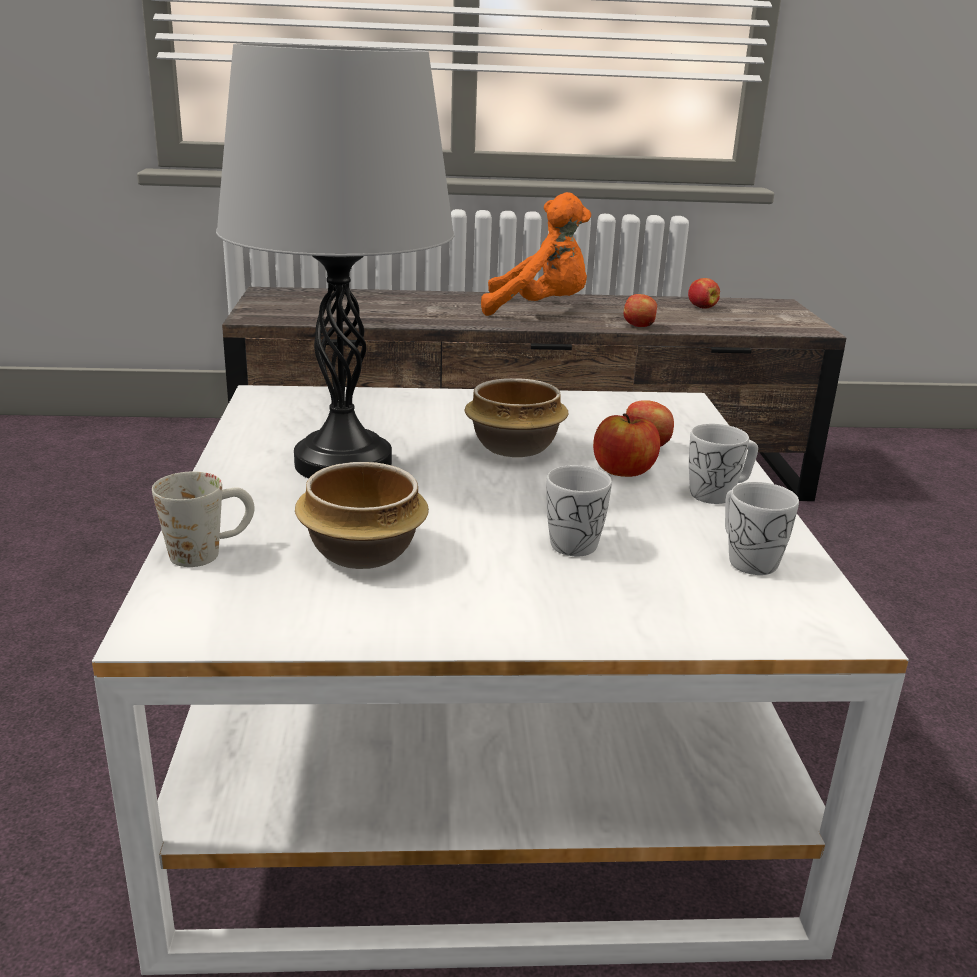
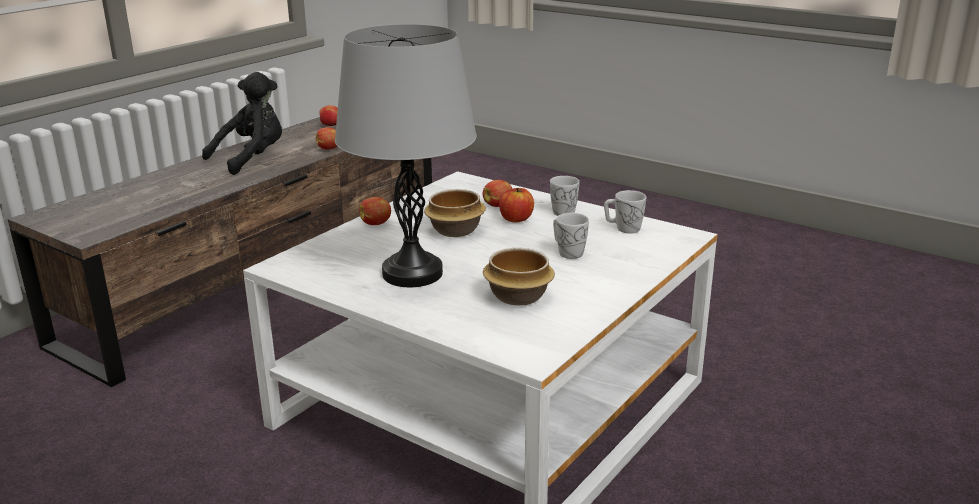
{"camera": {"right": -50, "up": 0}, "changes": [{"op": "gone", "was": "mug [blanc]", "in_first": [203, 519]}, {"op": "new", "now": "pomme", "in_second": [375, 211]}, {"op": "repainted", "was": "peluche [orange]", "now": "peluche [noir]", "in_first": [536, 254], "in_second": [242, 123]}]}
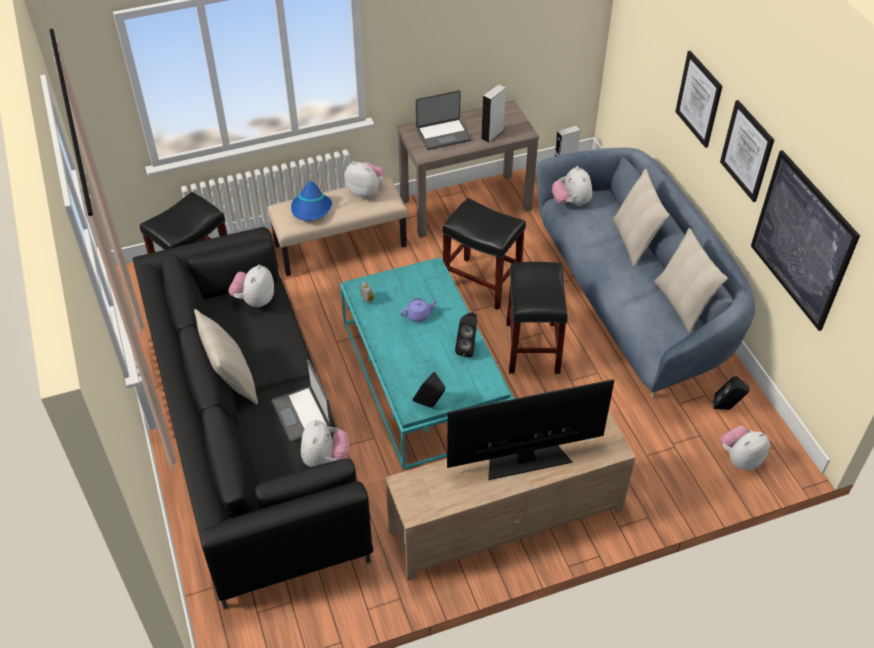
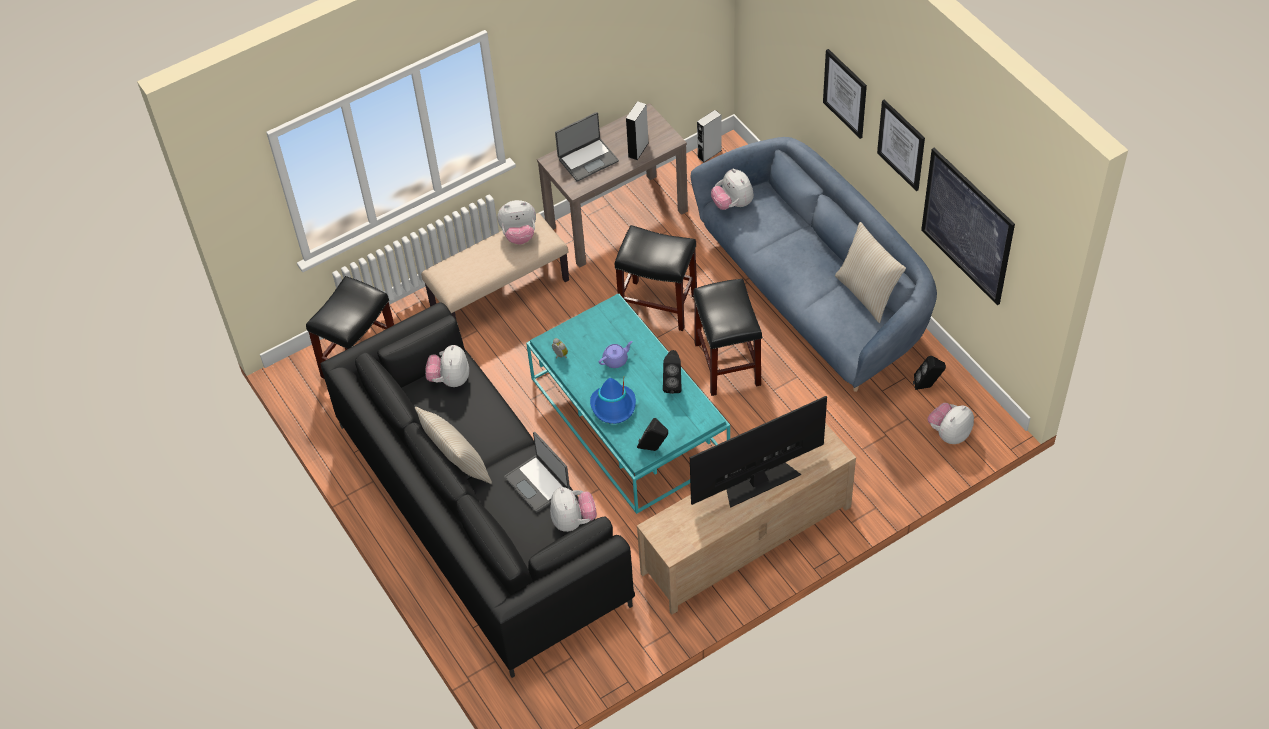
{"camera": {"right": -10, "up": 5}, "changes": [{"op": "gone", "was": "coussin [beige]", "in_first": [641, 217]}, {"op": "shifted", "was": "chapeau [bleu]", "in_first": [311, 201], "in_second": [613, 401]}, {"op": "rotated", "was": "peluche", "in_first": [365, 179], "in_second": [517, 222], "clockwise": 150}]}
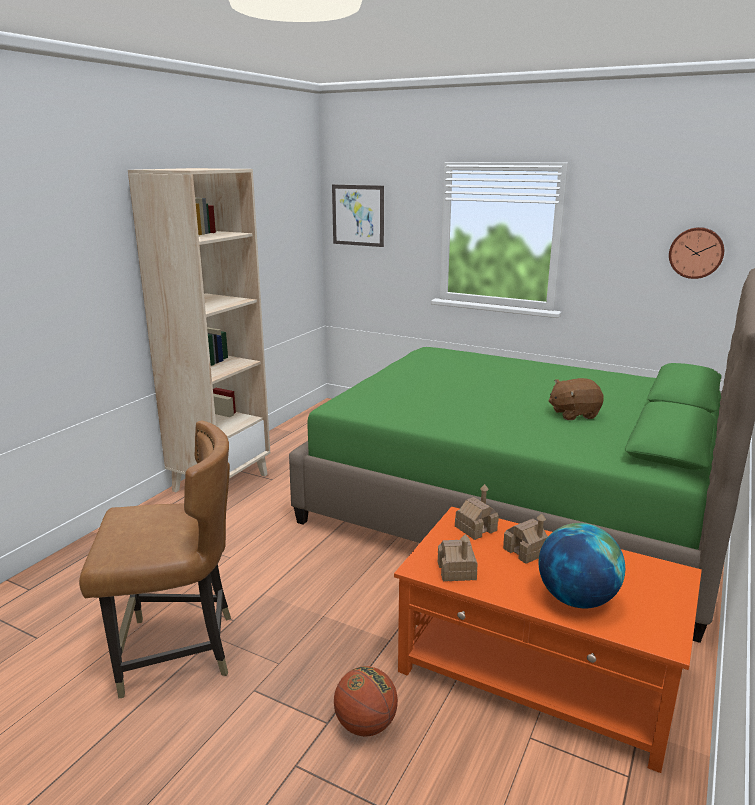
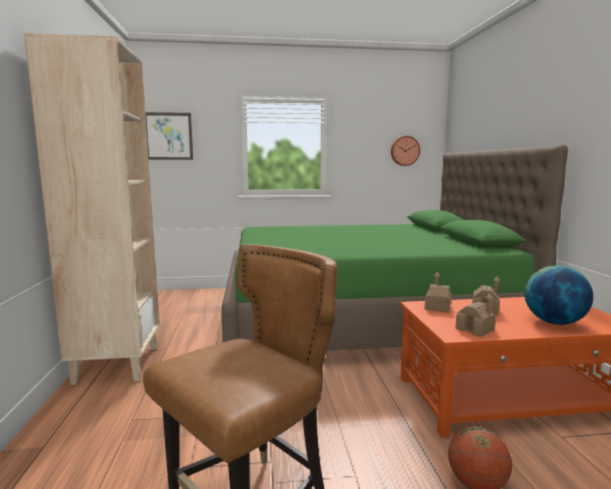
{"camera": {"right": -35, "up": -10}, "changes": [{"op": "gone", "was": "peluche [marron]", "in_first": [576, 399]}]}
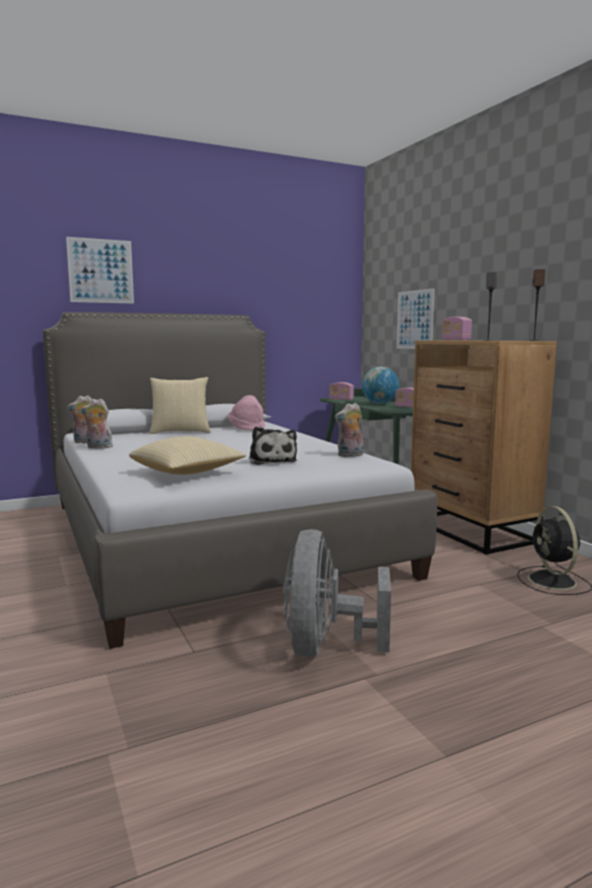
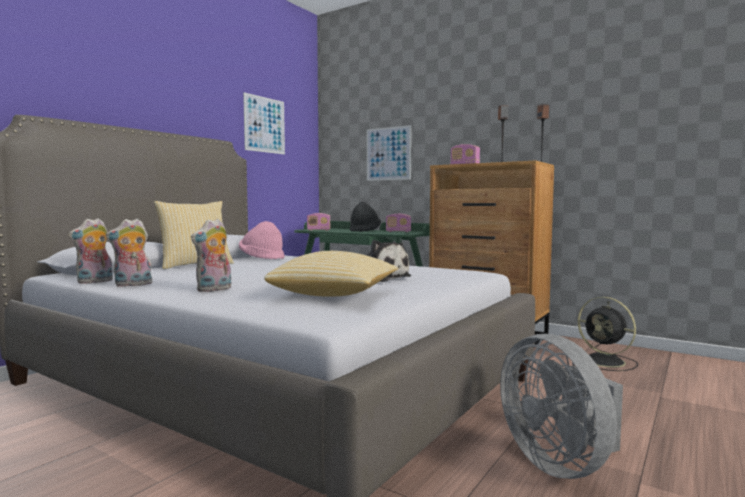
{"camera": {"right": -30, "up": -5}, "changes": [{"op": "shifted", "was": "tableau", "in_first": [100, 270], "in_second": [264, 123]}, {"op": "shifted", "was": "peluche", "in_first": [349, 430], "in_second": [211, 255]}, {"op": "swapped", "was": "globe", "now": "chapeau [noir]", "in_first": [380, 385], "in_second": [365, 217]}]}
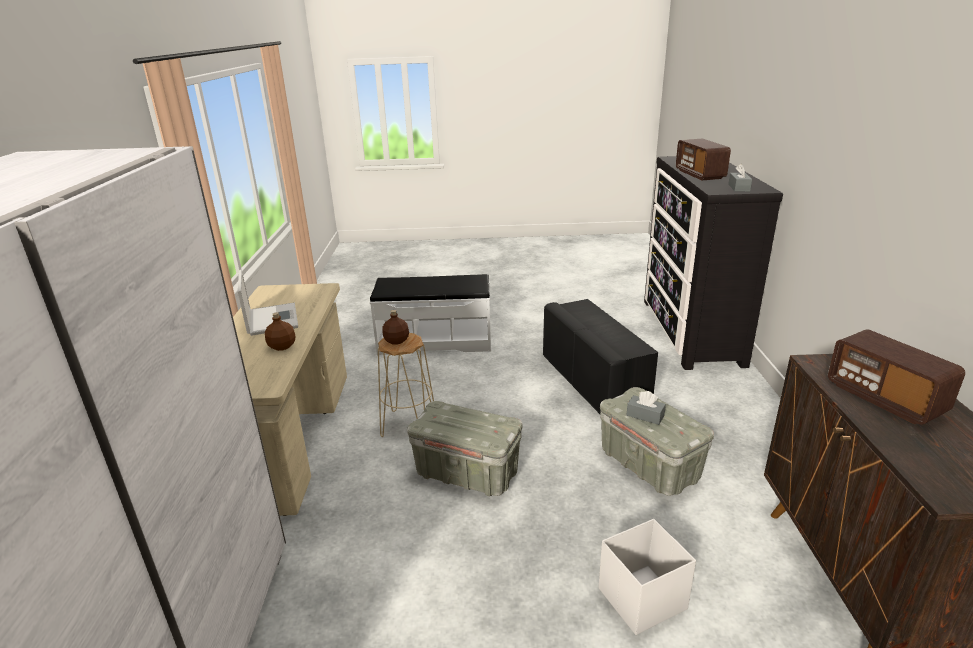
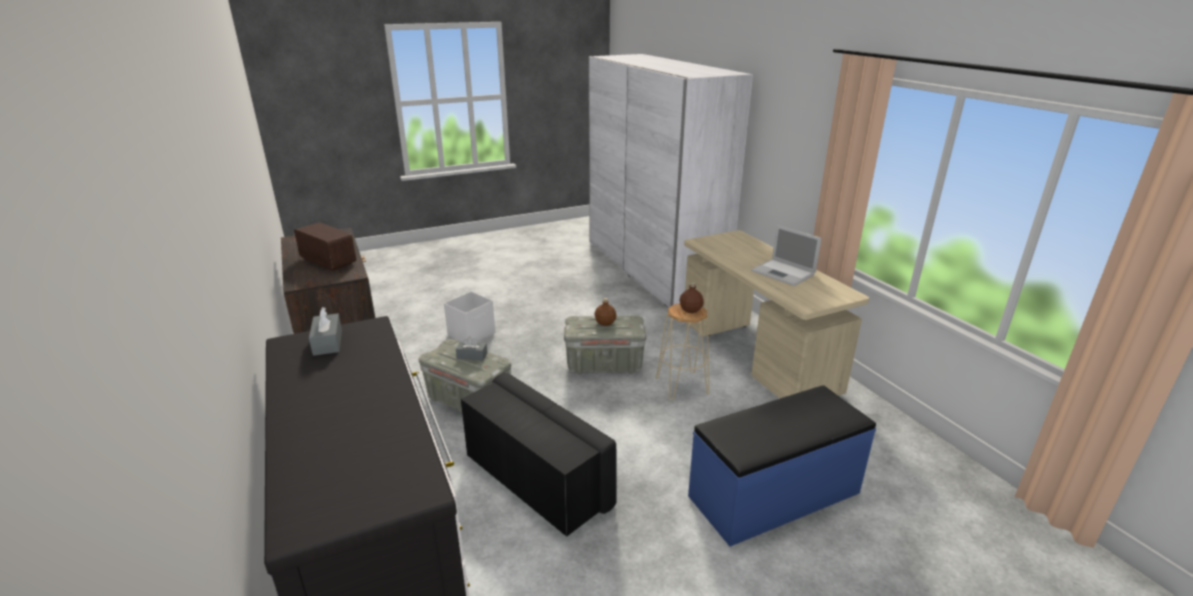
{"camera": {"right": 155, "up": 0}, "changes": [{"op": "gone", "was": "radio", "in_first": [703, 159]}, {"op": "shifted", "was": "bouteille [marron]", "in_first": [280, 331], "in_second": [606, 312]}, {"op": "repainted", "was": "banc [blanc]", "now": "banc [bleu]", "in_first": [430, 314], "in_second": [782, 465]}]}
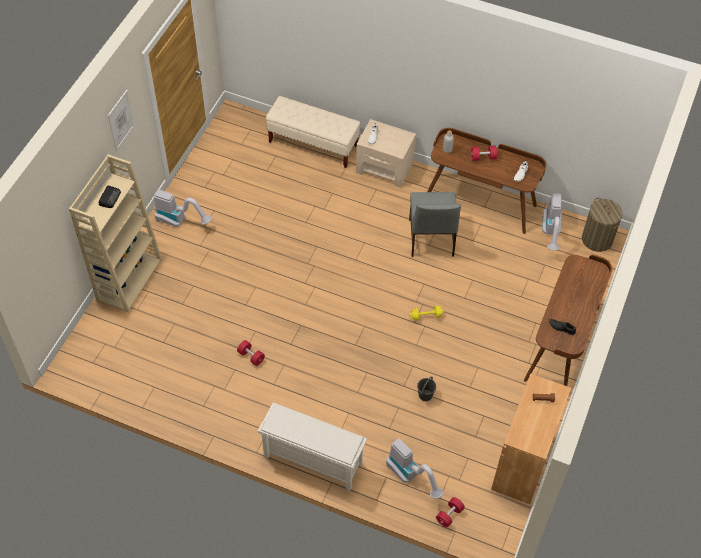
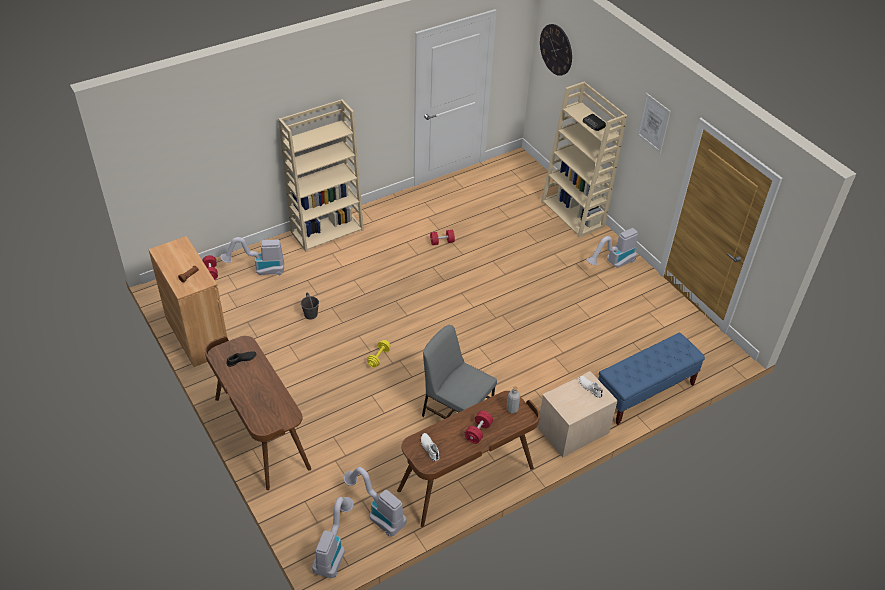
{"camera": {"right": 125, "up": -10}, "changes": [{"op": "new", "now": "horloge murale", "in_second": [556, 50]}, {"op": "swapped", "was": "étagère à chaussures [blanc]", "now": "bibliothèque [beige]", "in_first": [312, 447], "in_second": [321, 175]}, {"op": "swapped", "was": "panier à linge", "now": "aspirateur", "in_first": [602, 225], "in_second": [333, 537]}, {"op": "repainted", "was": "banc [beige]", "now": "banc [bleu]", "in_first": [313, 132], "in_second": [651, 379]}]}
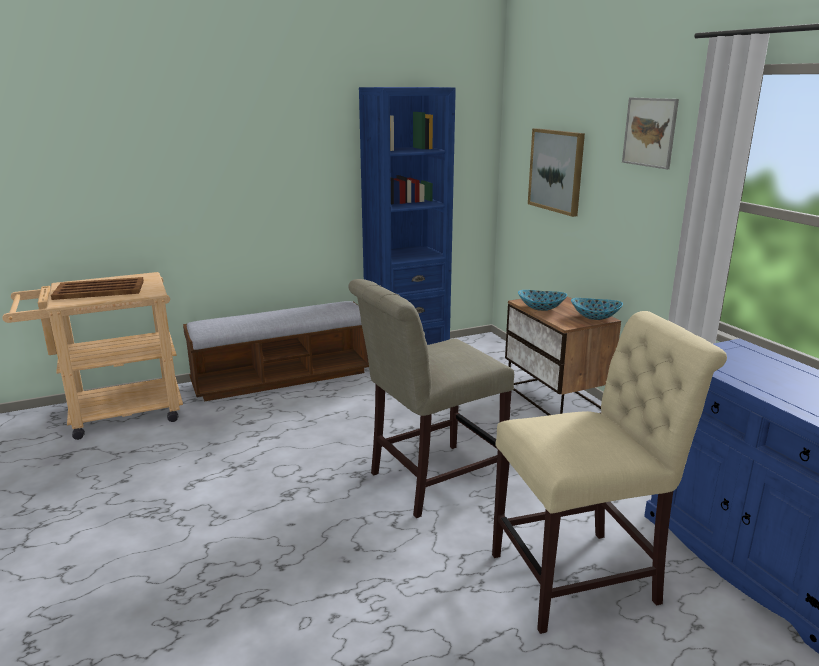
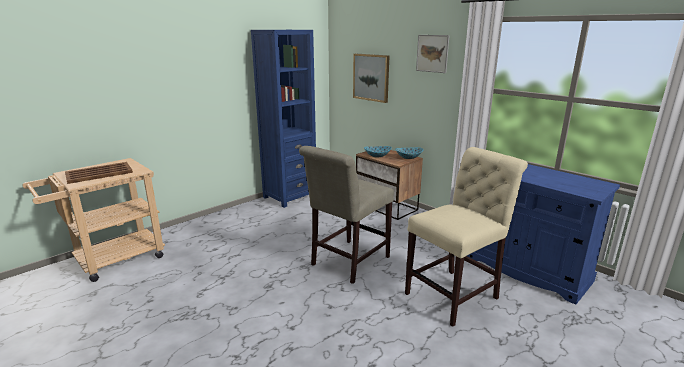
{"camera": {"right": -20, "up": 0}, "changes": [{"op": "gone", "was": "banc", "in_first": [276, 351]}]}
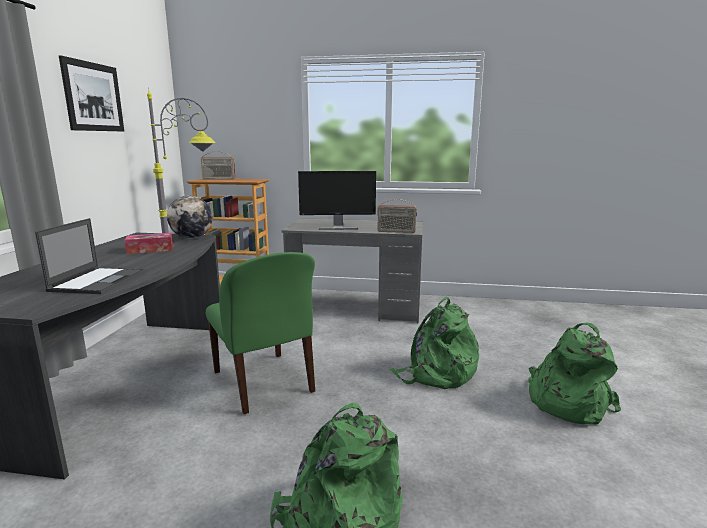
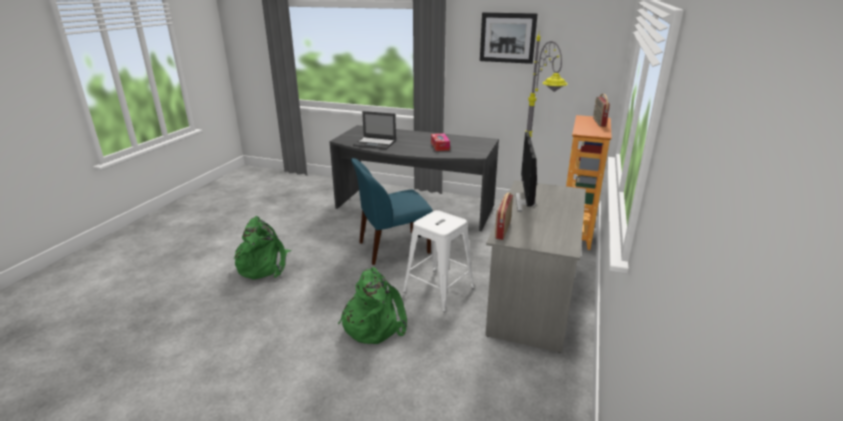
{"camera": {"right": 100, "up": 10}, "changes": [{"op": "gone", "was": "globe", "in_first": [189, 217]}, {"op": "gone", "was": "sac à dos [vert]", "in_first": [574, 373]}, {"op": "new", "now": "tabouret [blanc]", "in_second": [438, 261]}, {"op": "repainted", "was": "chaise [vert]", "now": "chaise [bleu]", "in_first": [260, 333], "in_second": [392, 211]}]}
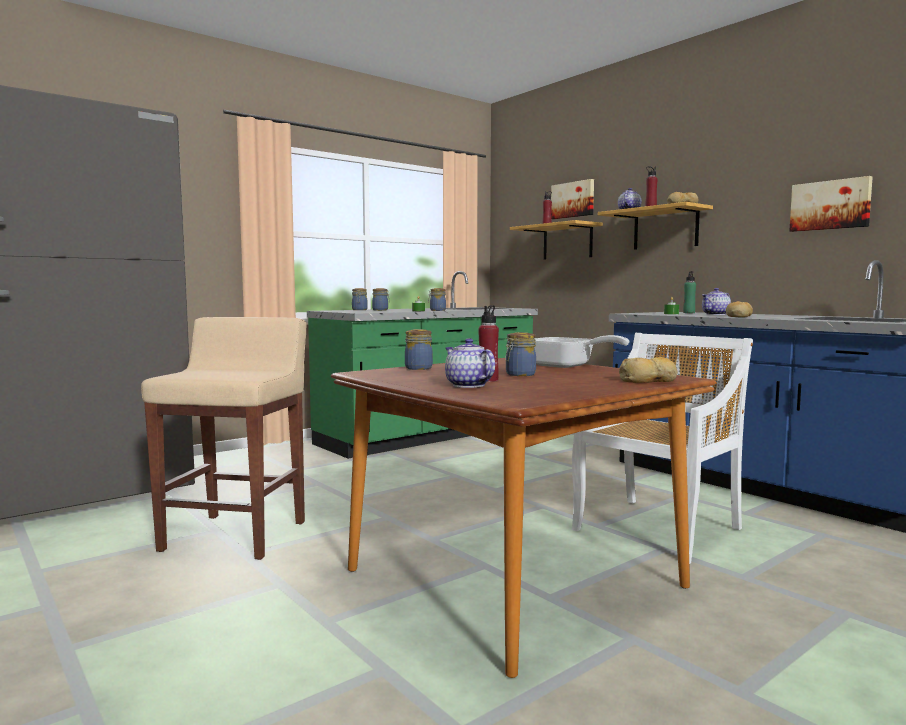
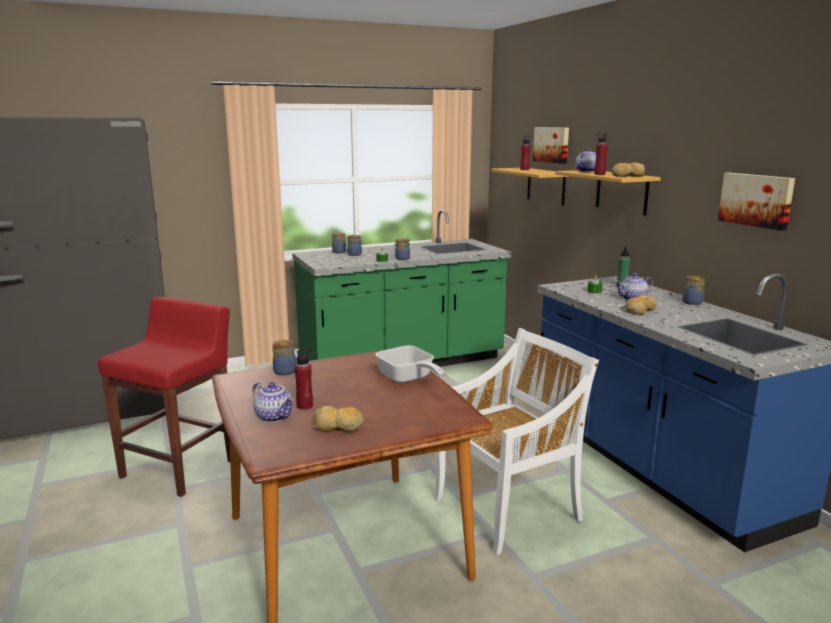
{"camera": {"right": 15, "up": 10}, "changes": [{"op": "shifted", "was": "bocal", "in_first": [520, 354], "in_second": [693, 290]}, {"op": "shifted", "was": "pain", "in_first": [648, 370], "in_second": [338, 419]}, {"op": "repainted", "was": "tabouret [beige]", "now": "tabouret [rouge]", "in_first": [224, 438], "in_second": [164, 397]}, {"op": "rotated", "was": "théière", "in_first": [470, 363], "in_second": [273, 402], "clockwise": 150}]}
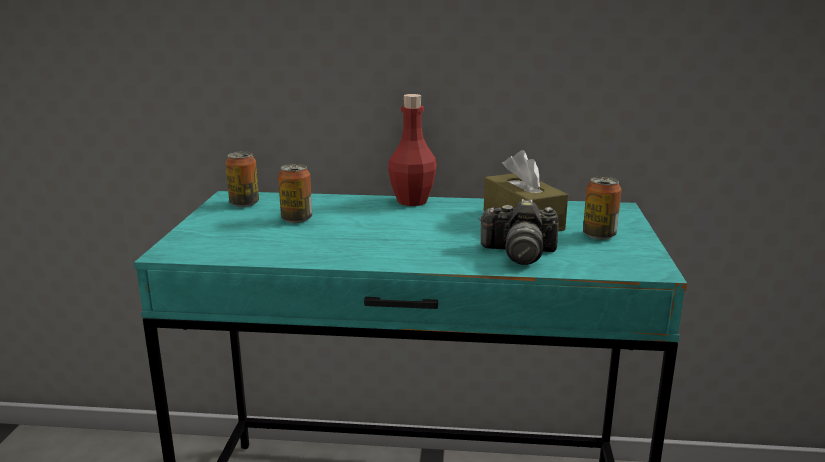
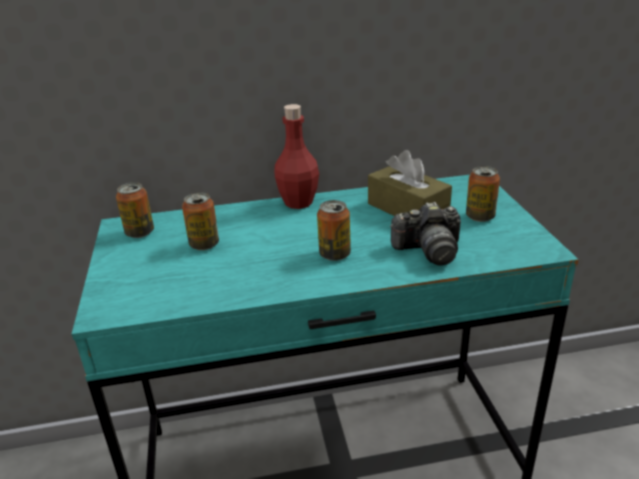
{"camera": {"right": -15, "up": 10}, "changes": [{"op": "new", "now": "boîte métallique", "in_second": [334, 230]}]}
